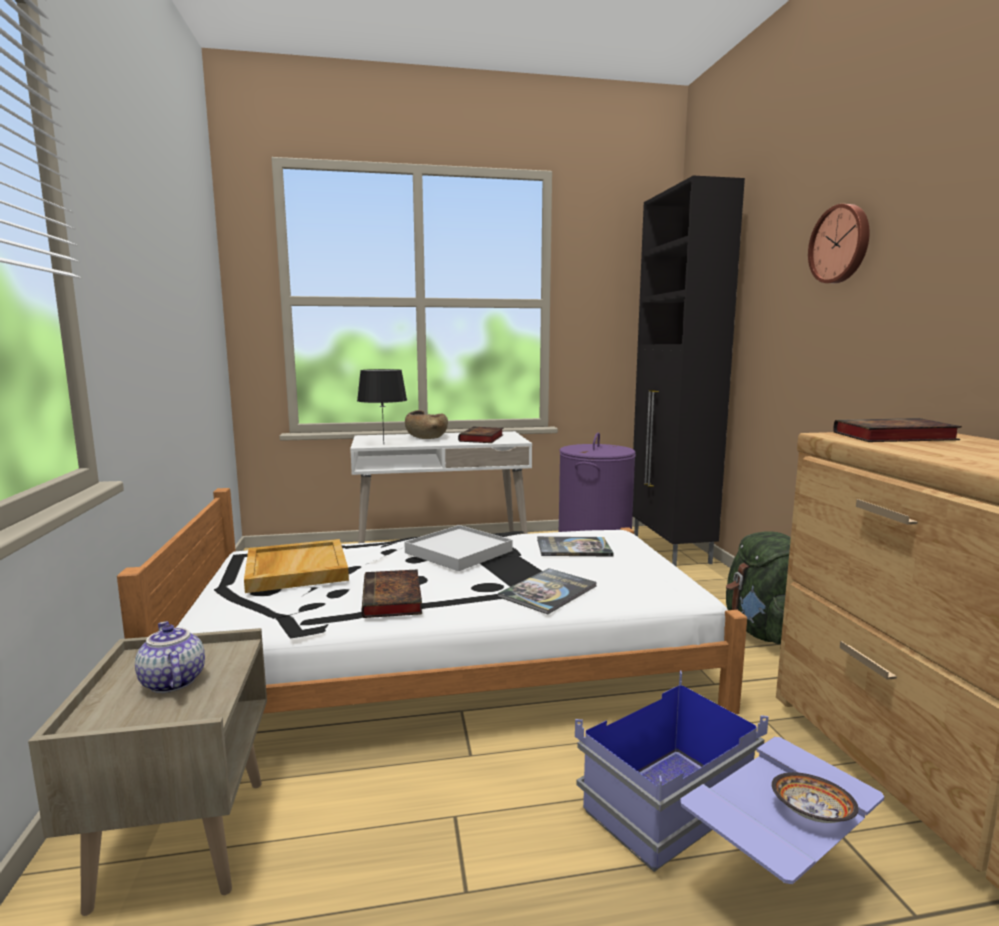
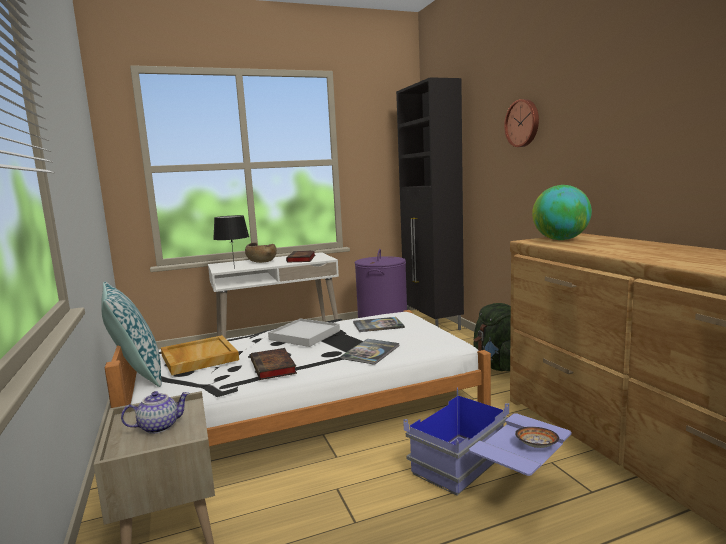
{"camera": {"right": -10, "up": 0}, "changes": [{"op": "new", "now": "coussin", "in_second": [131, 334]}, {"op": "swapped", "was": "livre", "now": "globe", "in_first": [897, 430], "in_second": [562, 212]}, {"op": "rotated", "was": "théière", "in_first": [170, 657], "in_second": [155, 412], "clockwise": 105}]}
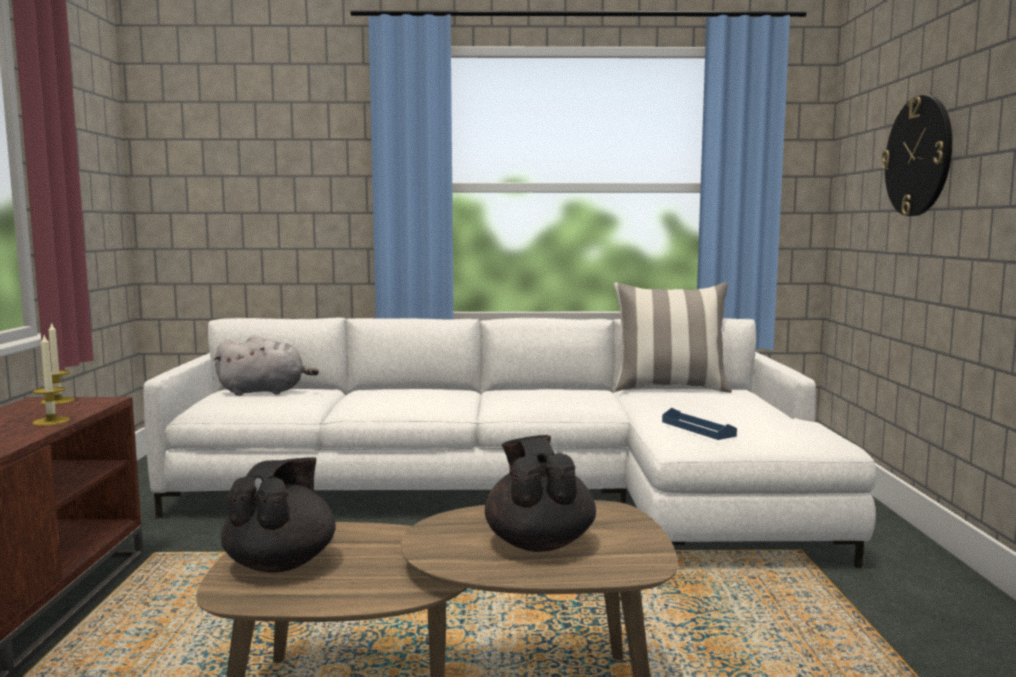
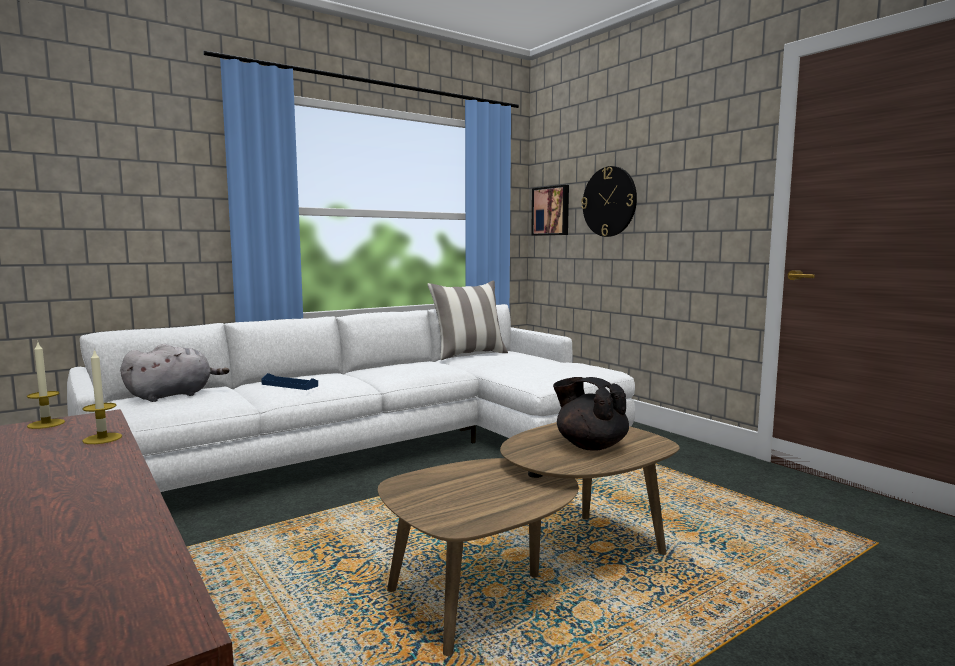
{"camera": {"right": -35, "up": 0}, "changes": [{"op": "gone", "was": "théière [noir]", "in_first": [278, 515]}, {"op": "new", "now": "tableau", "in_second": [550, 210]}, {"op": "shifted", "was": "plateau [bleu]", "in_first": [699, 424], "in_second": [289, 381]}]}
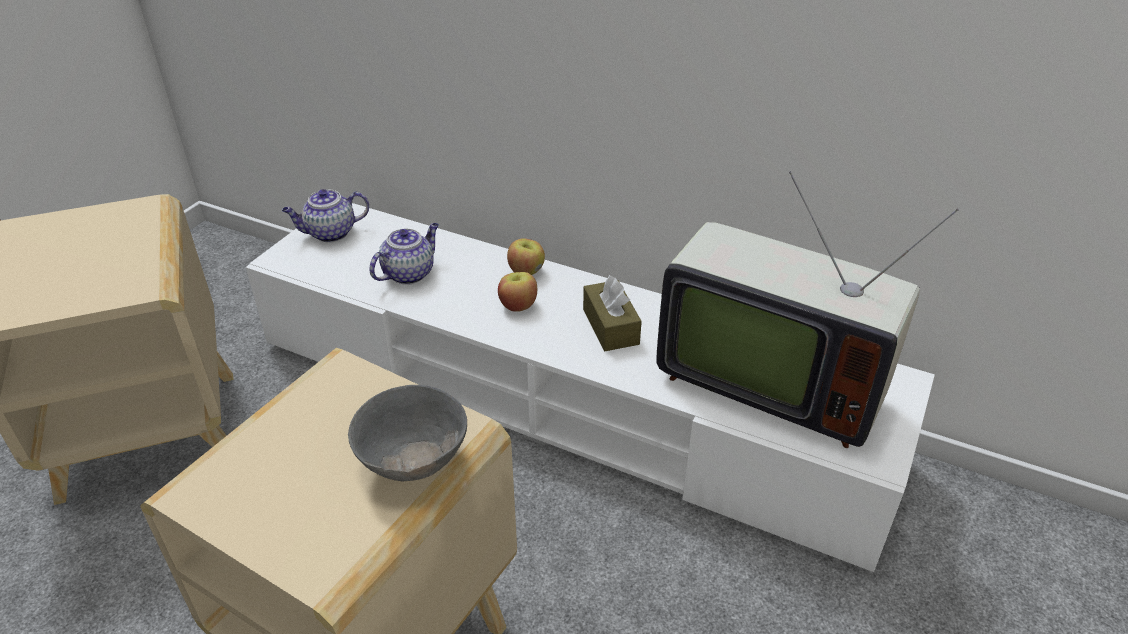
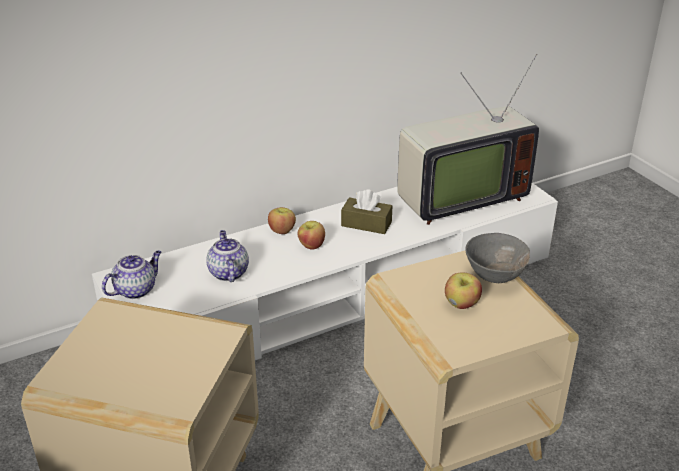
{"camera": {"right": -55, "up": -5}, "changes": [{"op": "new", "now": "pomme", "in_second": [463, 290]}, {"op": "rotated", "was": "théière", "in_first": [325, 215], "in_second": [131, 275], "clockwise": -150}]}
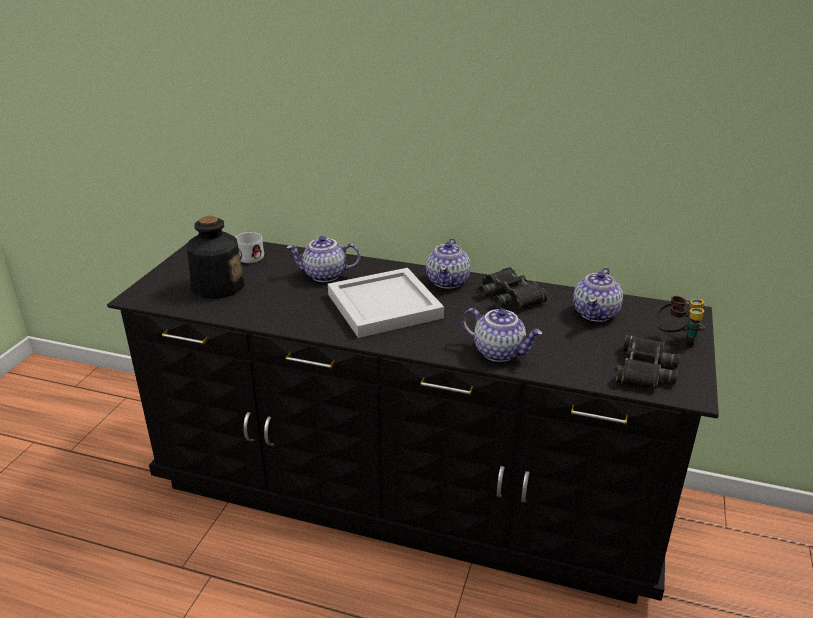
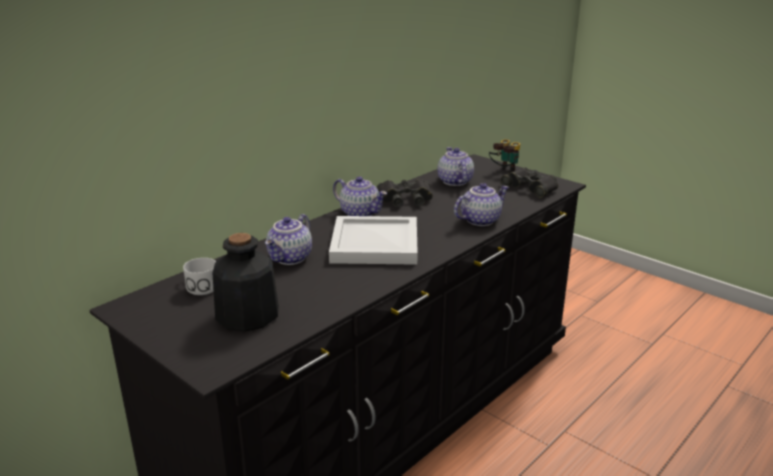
{"camera": {"right": -65, "up": -5}, "changes": [{"op": "rotated", "was": "théière", "in_first": [598, 294], "in_second": [455, 166], "clockwise": -150}]}
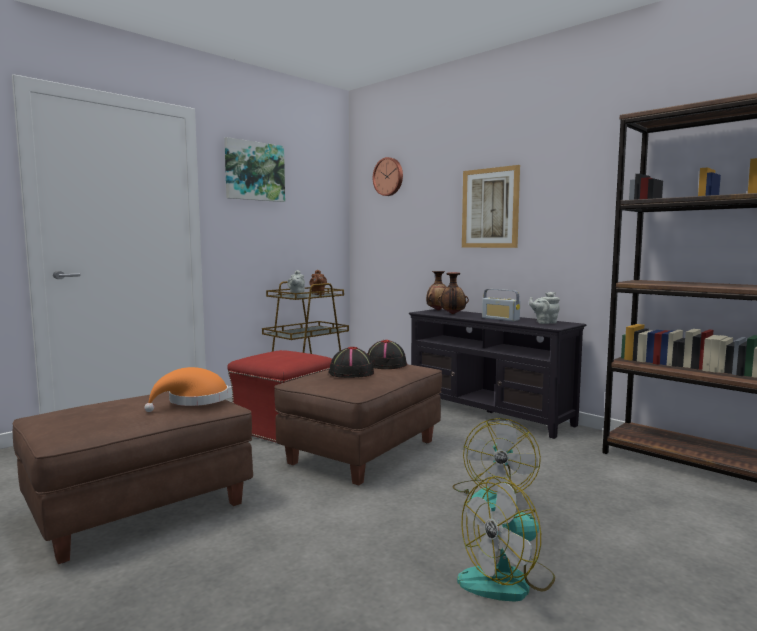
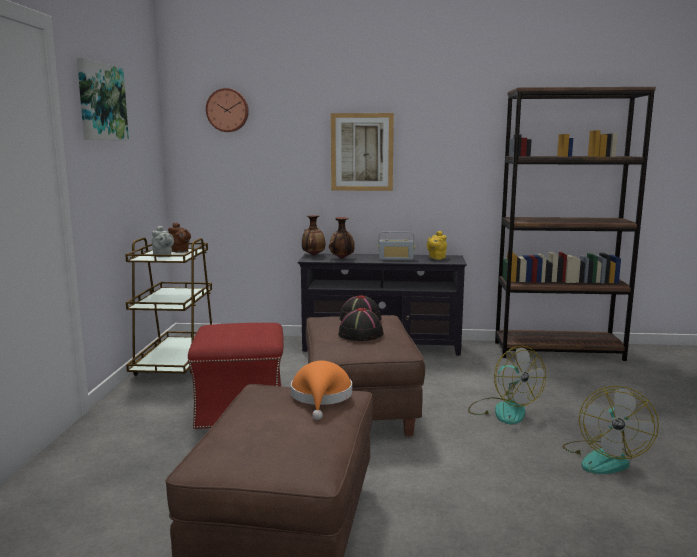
{"camera": {"right": -40, "up": 5}, "changes": [{"op": "repainted", "was": "théière [gris]", "now": "théière [jaune]", "in_first": [544, 308], "in_second": [437, 245]}]}
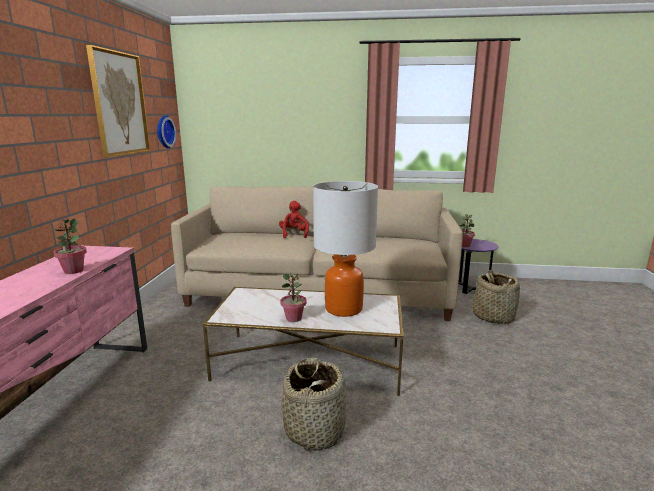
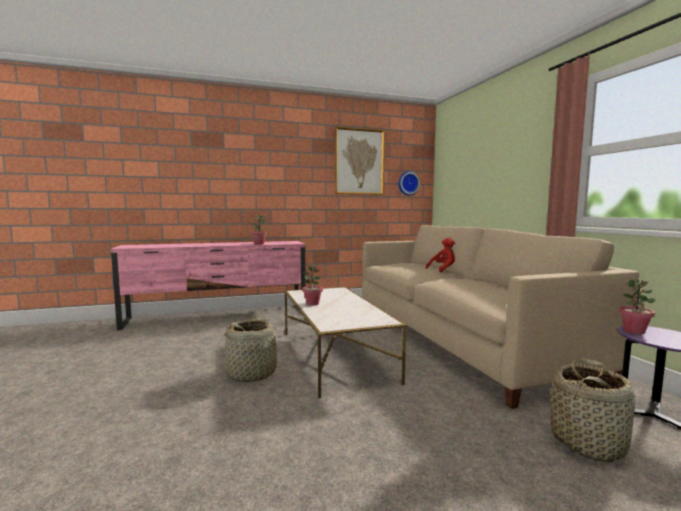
{"camera": {"right": 65, "up": -10}, "changes": [{"op": "gone", "was": "lampe de table", "in_first": [345, 249]}]}
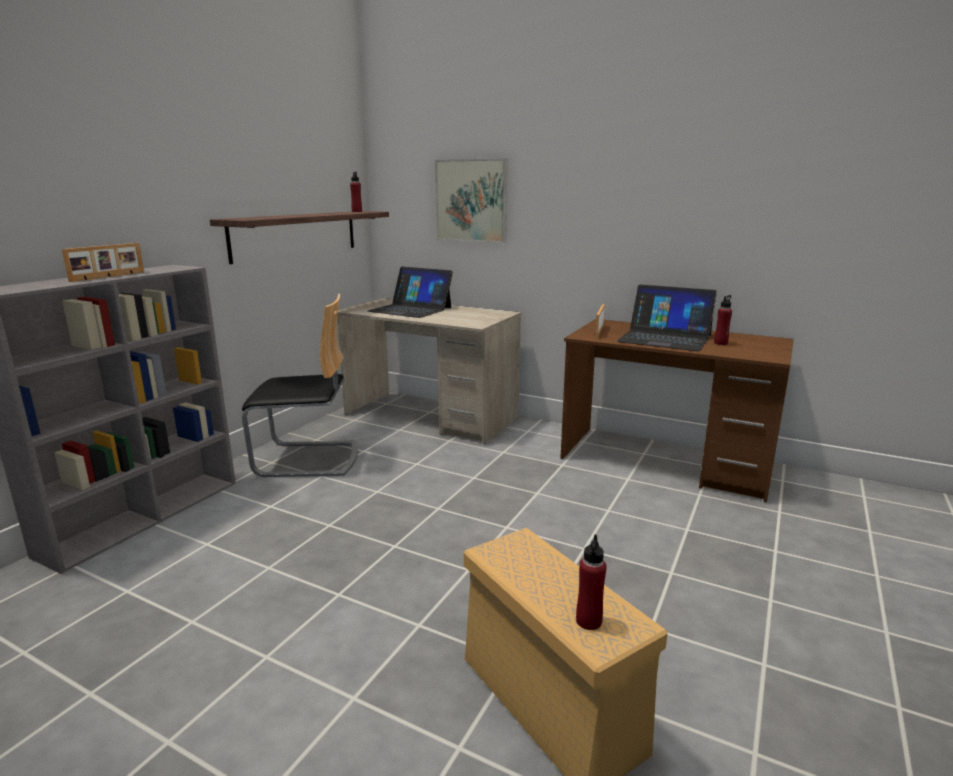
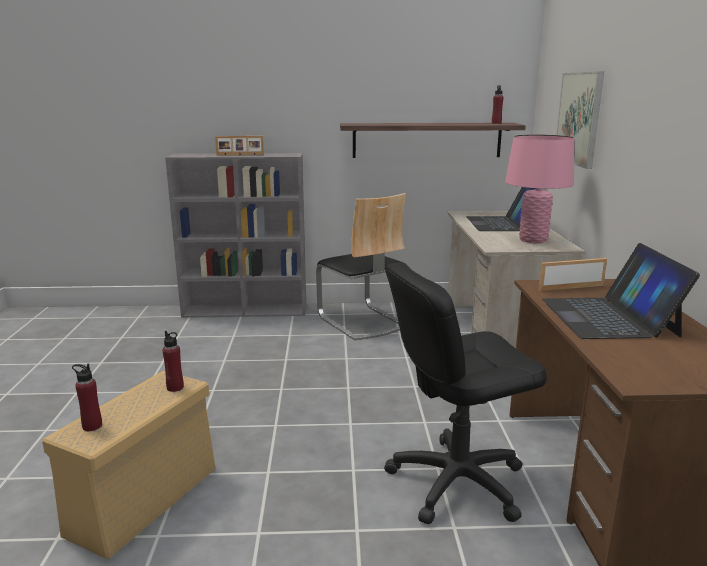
{"camera": {"right": 60, "up": 0}, "changes": [{"op": "new", "now": "chaise de bureau [noir]", "in_second": [465, 394]}, {"op": "new", "now": "lampe de table [rose]", "in_second": [539, 189]}, {"op": "shifted", "was": "bouteille [rouge]", "in_first": [723, 320], "in_second": [173, 361]}]}
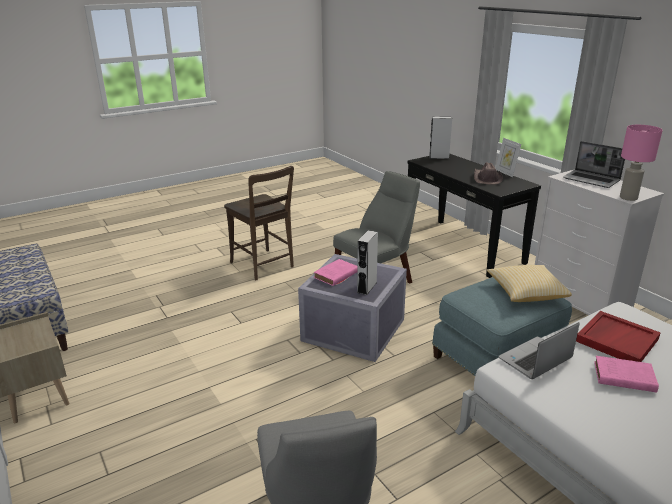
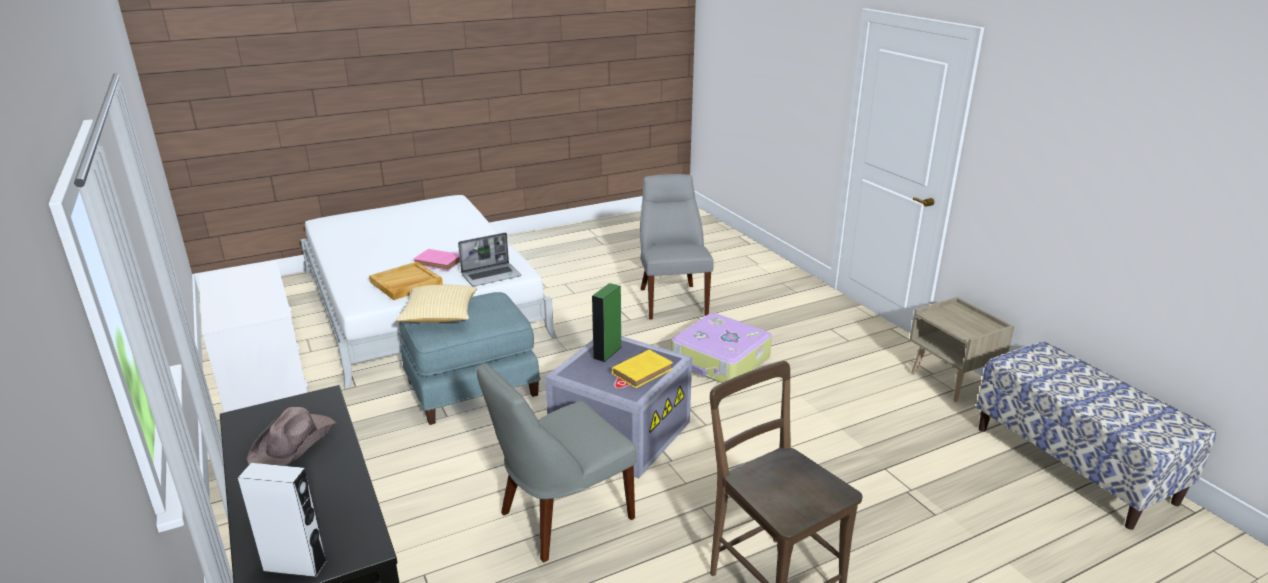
{"camera": {"right": -175, "up": 0}, "changes": [{"op": "gone", "was": "cadre photo", "in_first": [508, 157]}, {"op": "gone", "was": "ordinateur portable", "in_first": [594, 164]}, {"op": "gone", "was": "lampe de table [rose]", "in_first": [641, 163]}, {"op": "new", "now": "valise", "in_second": [721, 348]}, {"op": "repainted", "was": "livre [rose]", "now": "livre [jaune]", "in_first": [335, 272], "in_second": [642, 369]}, {"op": "repainted", "was": "enceinte [gris]", "now": "enceinte [vert]", "in_first": [367, 262], "in_second": [607, 322]}, {"op": "repainted", "was": "plateau [rouge]", "now": "plateau [beige]", "in_first": [618, 336], "in_second": [406, 281]}]}
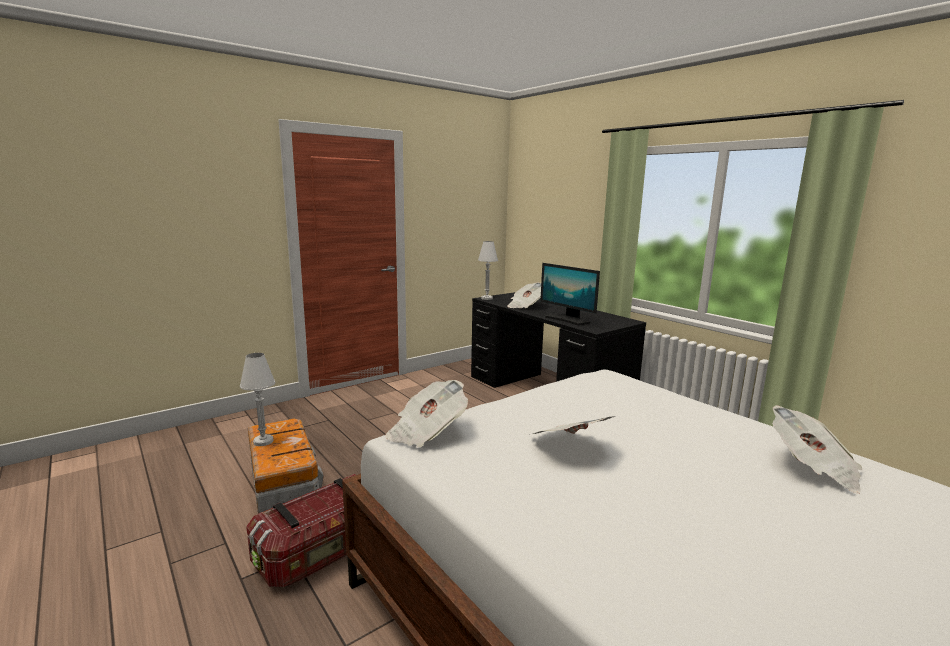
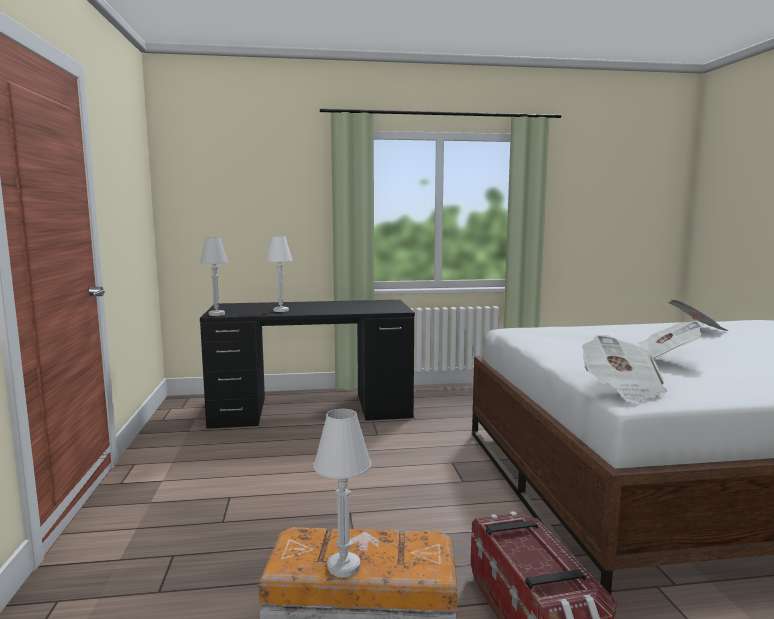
{"camera": {"right": -60, "up": -5}, "changes": [{"op": "gone", "was": "écran d'ordinateur", "in_first": [570, 294]}, {"op": "swapped", "was": "journal", "now": "lampe de table [blanc]", "in_first": [524, 295], "in_second": [279, 274]}]}
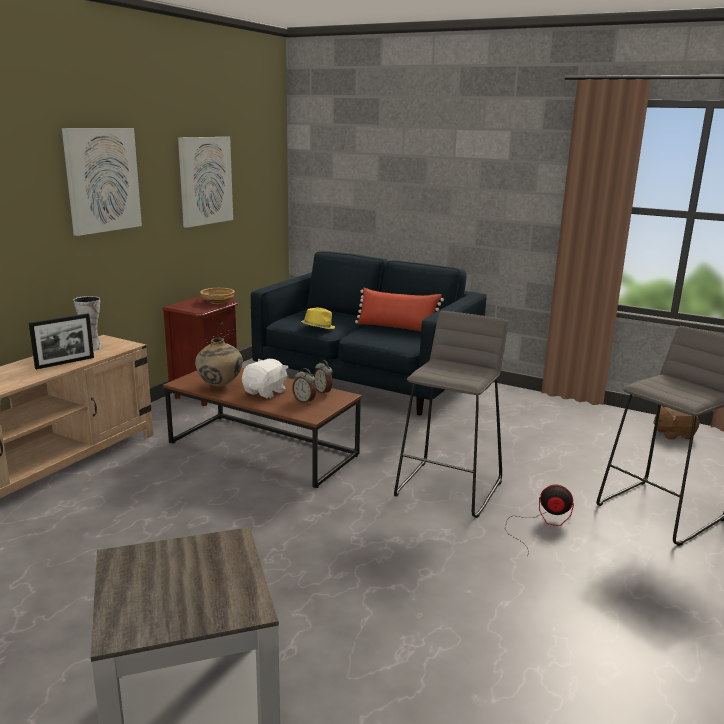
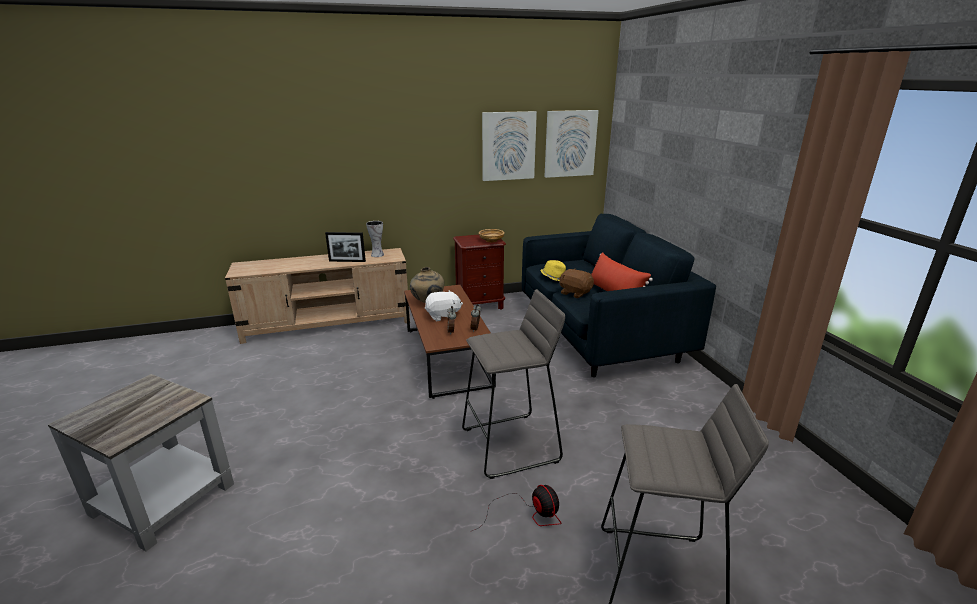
{"camera": {"right": 45, "up": 5}, "changes": [{"op": "shifted", "was": "tableau", "in_first": [102, 182], "in_second": [571, 144]}, {"op": "shifted", "was": "peluche [marron]", "in_first": [676, 422], "in_second": [576, 283]}]}
